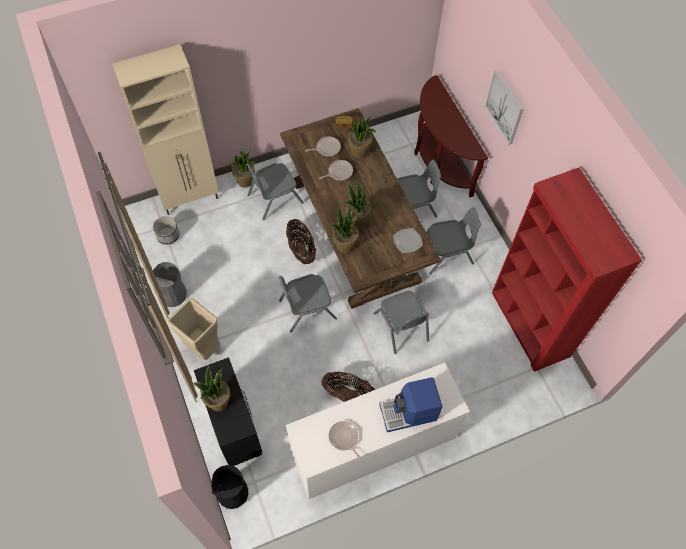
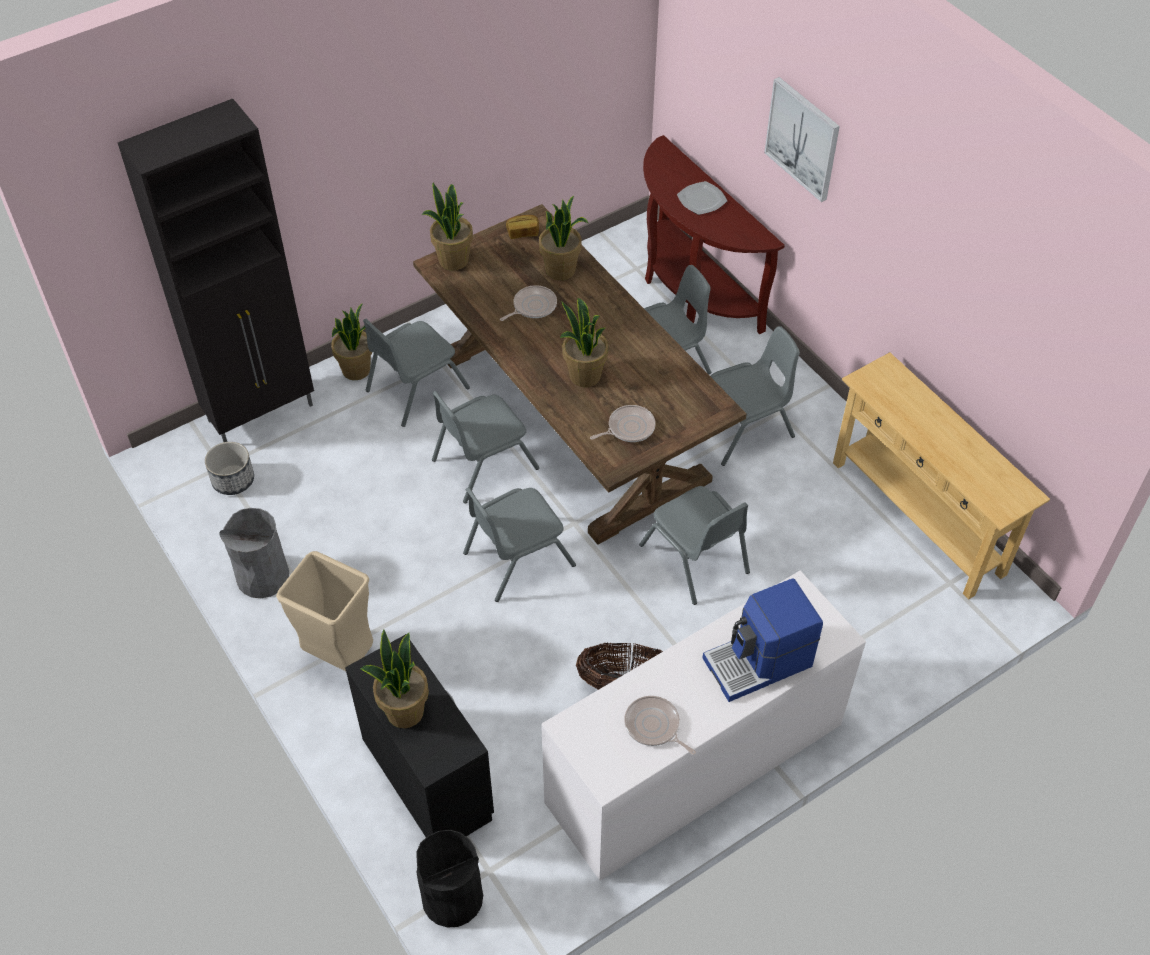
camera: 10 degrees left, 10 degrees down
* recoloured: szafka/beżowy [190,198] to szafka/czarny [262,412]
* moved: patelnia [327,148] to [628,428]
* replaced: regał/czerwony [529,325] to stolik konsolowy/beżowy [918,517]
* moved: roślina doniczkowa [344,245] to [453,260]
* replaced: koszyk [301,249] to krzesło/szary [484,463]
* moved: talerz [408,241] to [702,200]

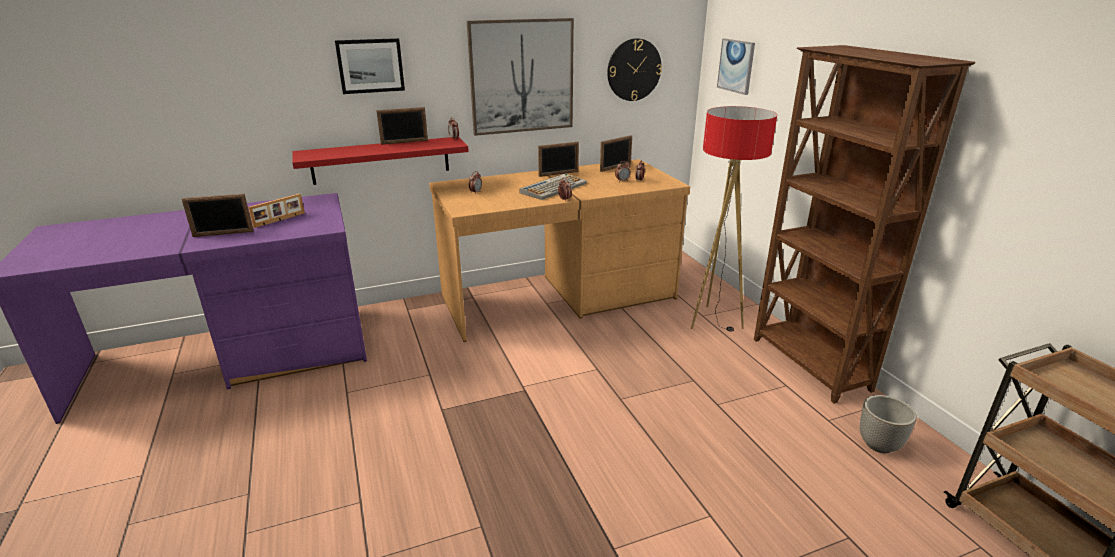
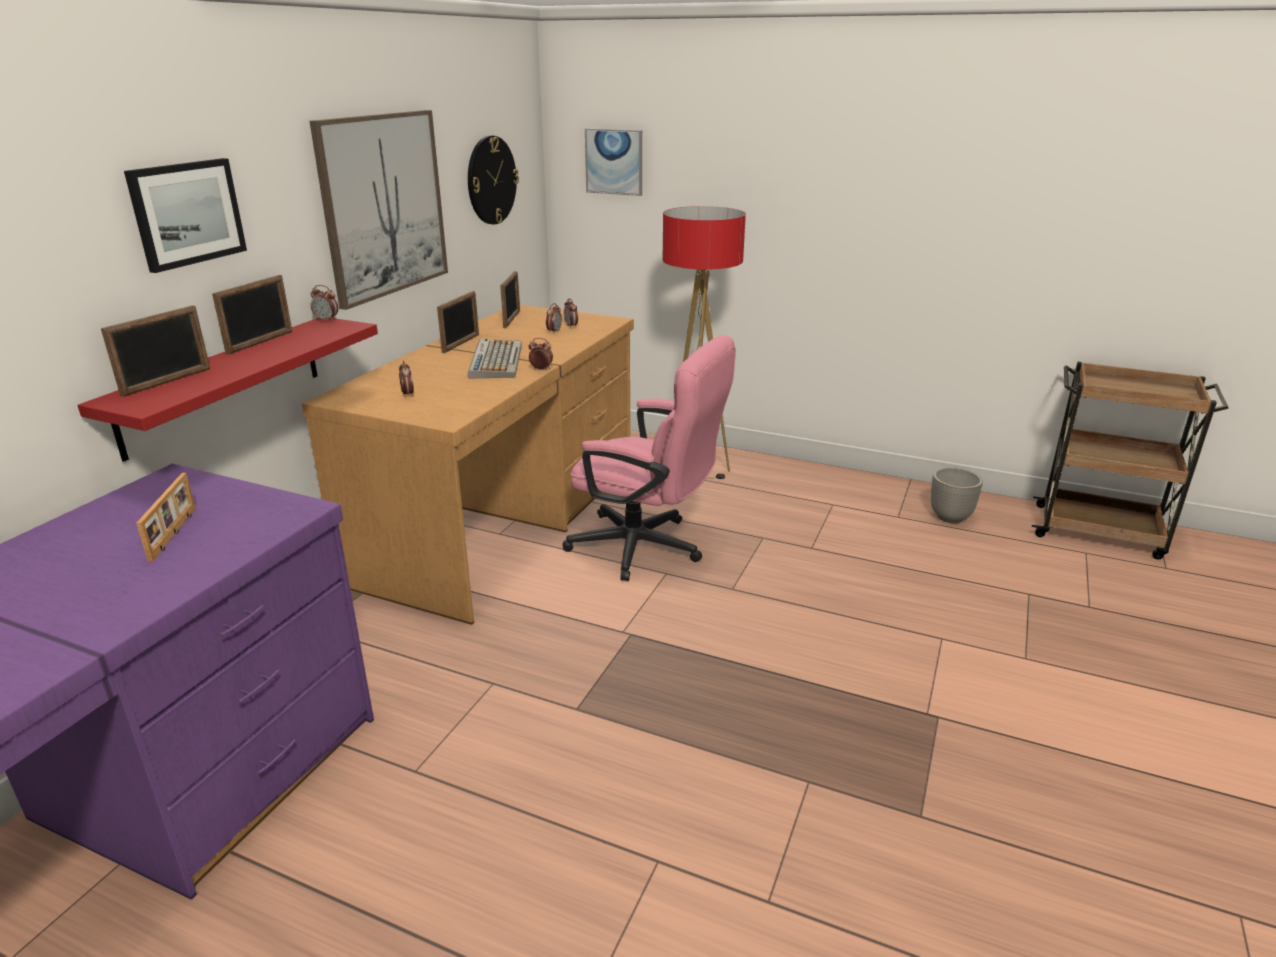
camera: 45 degrees left, 0 degrees up
* removed: regał/brązowy [809,365]
* moved: ramka na zdjęcie [223,234] to [167,382]
* added: krzesło biurowe/różowy [647,548]

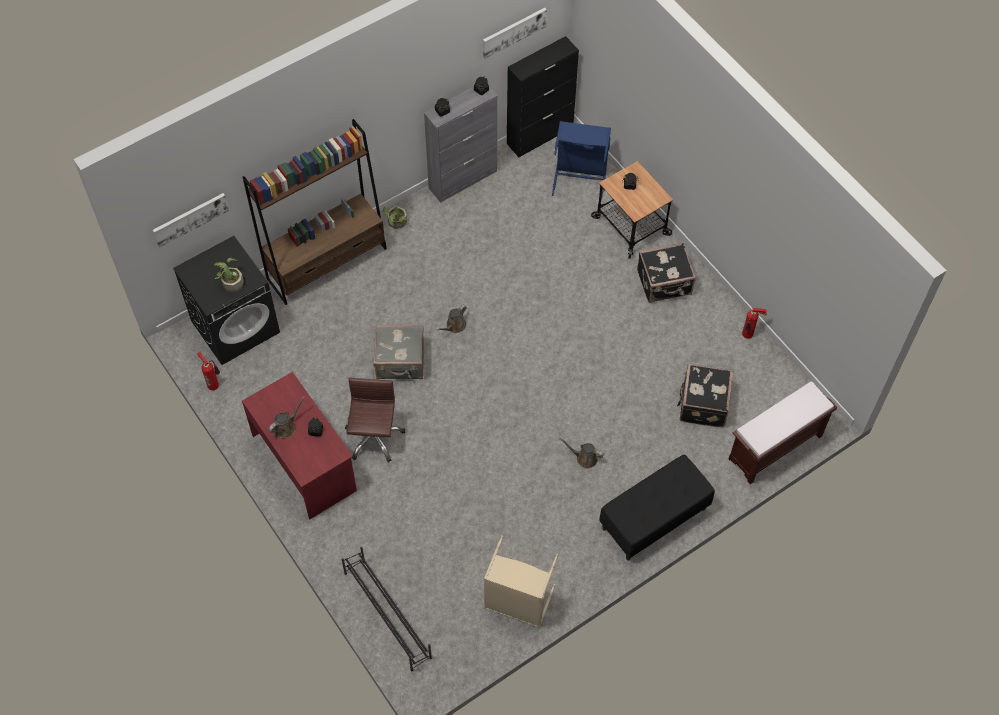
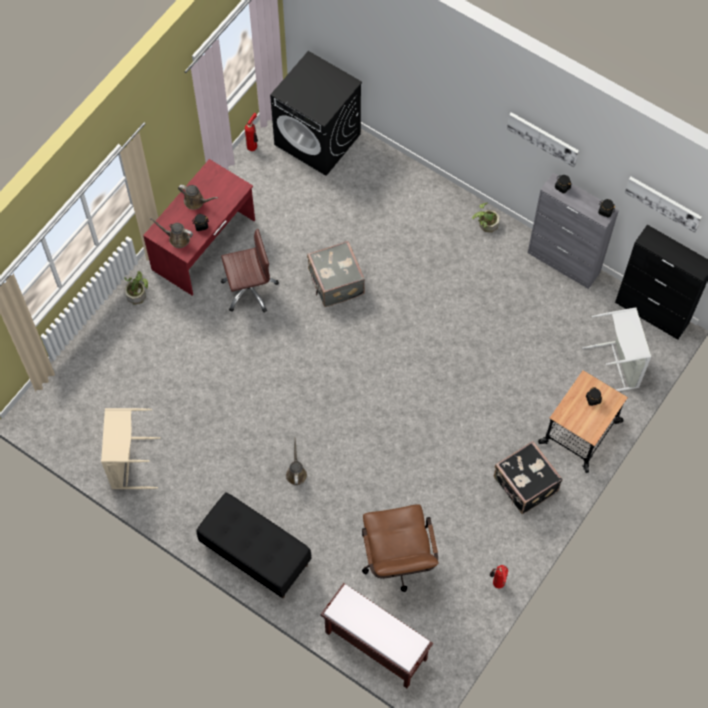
camera: 70 degrees right, 5 degrees up
* removed: regał/brązowy [327,263]
* recoloured: kosz na pranie/niebieski [580,178] to kosz na pranie/szary [617,366]
* moved: obraz [190,219] to [543,138]
* moved: roślina doniczkowa [231,281] to [137,293]
* moved: konewka/brązowy [454,326] to [177,238]
* replaced: walizka/czarny [702,404] to krzesło biurowe/brązowy [397,562]
* removed: regał na buty/czarny [387,614]

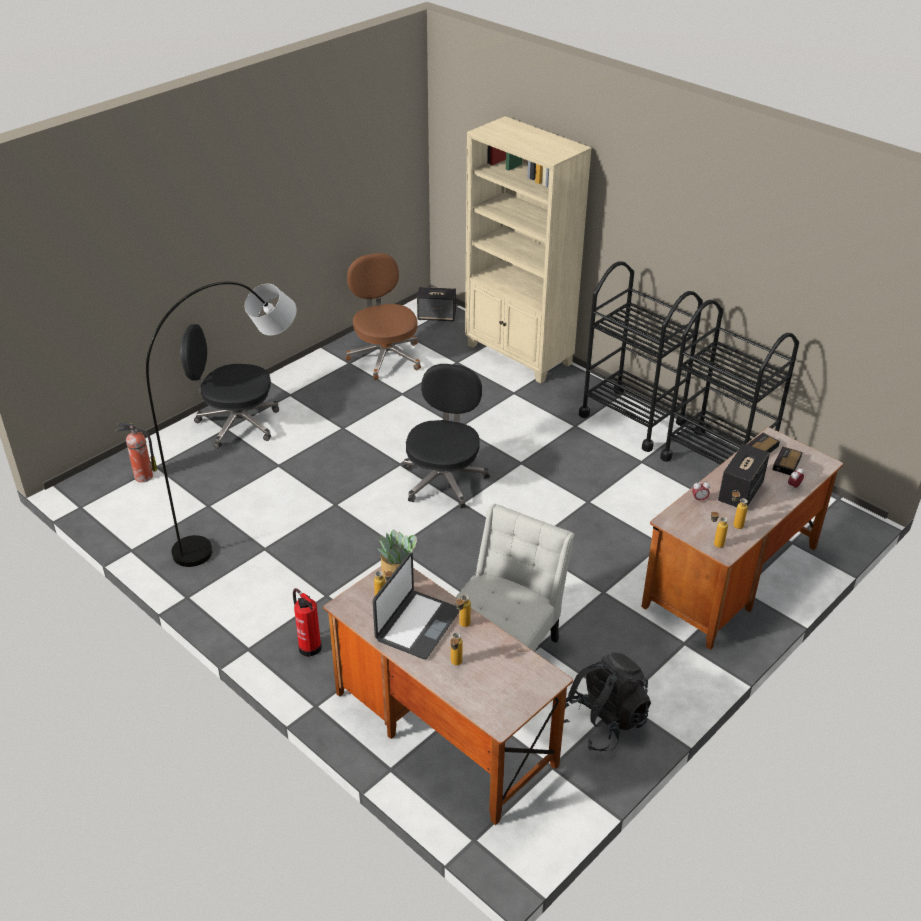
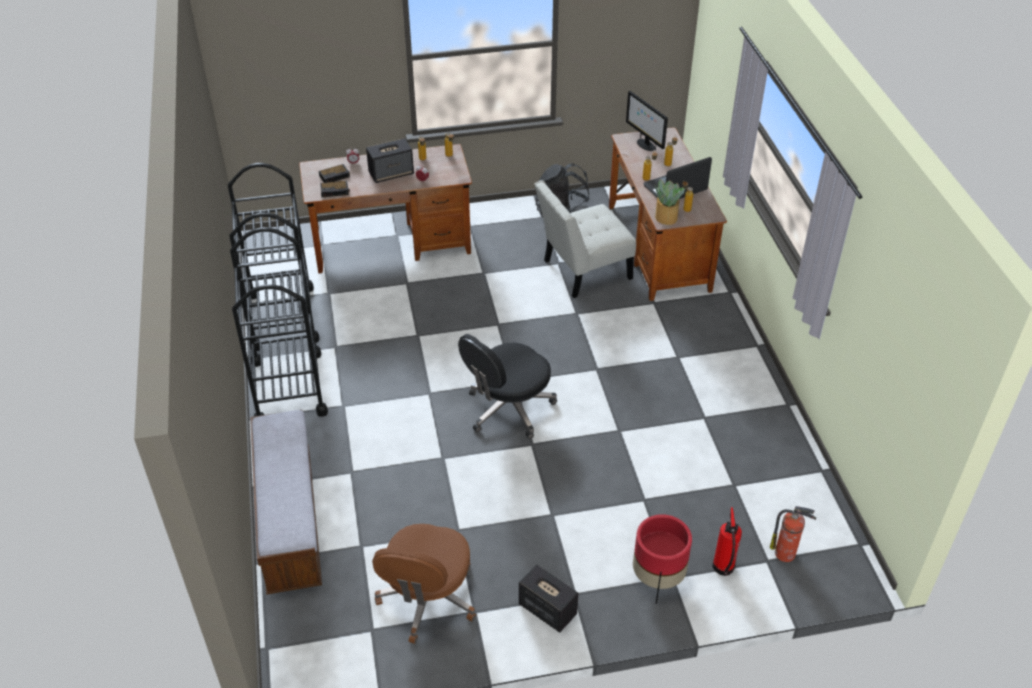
camera: 145 degrees left, 5 degrees up
* replaced: regał/beżowy [519,355] to ławka [290,520]
* removed: lampa stojąca/szary [248,515]
* moved: głośnik [437,316] to [547,609]
* replaced: krzesło biurowe/czarny [236,424] to donica/czerwony [657,579]
* moved: gaśnica [309,646] to [723,568]
* added: monitor [645,144]

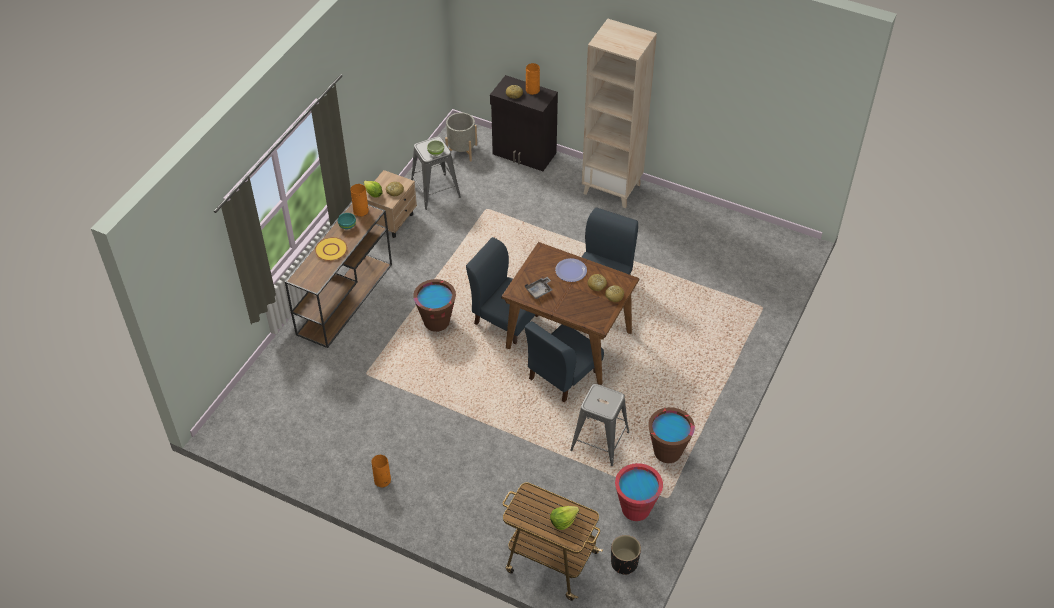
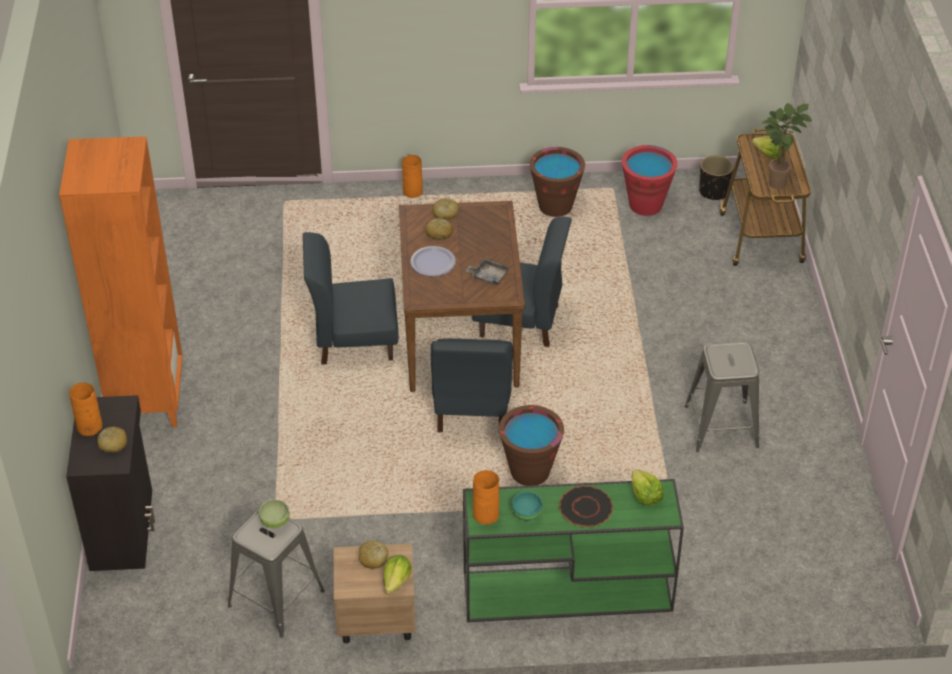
camera: 120 degrees left, 5 degrees down
* recoloured: regał/beżowy [612,189] to regał/pomarańczowy [147,401]
* removed: donica/szary [461,151]
* recoloured: stolik konsolowy/brązowy [345,298] to stolik konsolowy/zielony [565,592]
* recoloured: talerz/żółty [331,250] to talerz/czarny [586,507]
* moved: stołek/szary [600,441] to [721,426]
* moved: wazon/pomarańczowy [382,481] to [413,192]
* added: roślina doniczkowa [776,181]
* added: sałata [645,496]

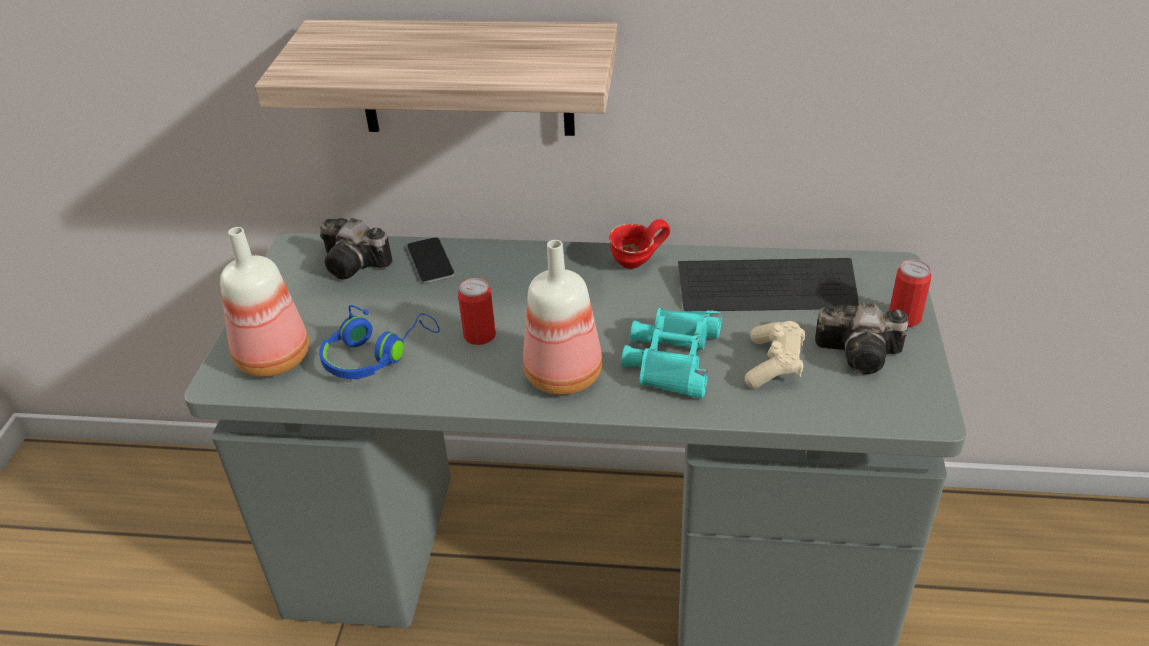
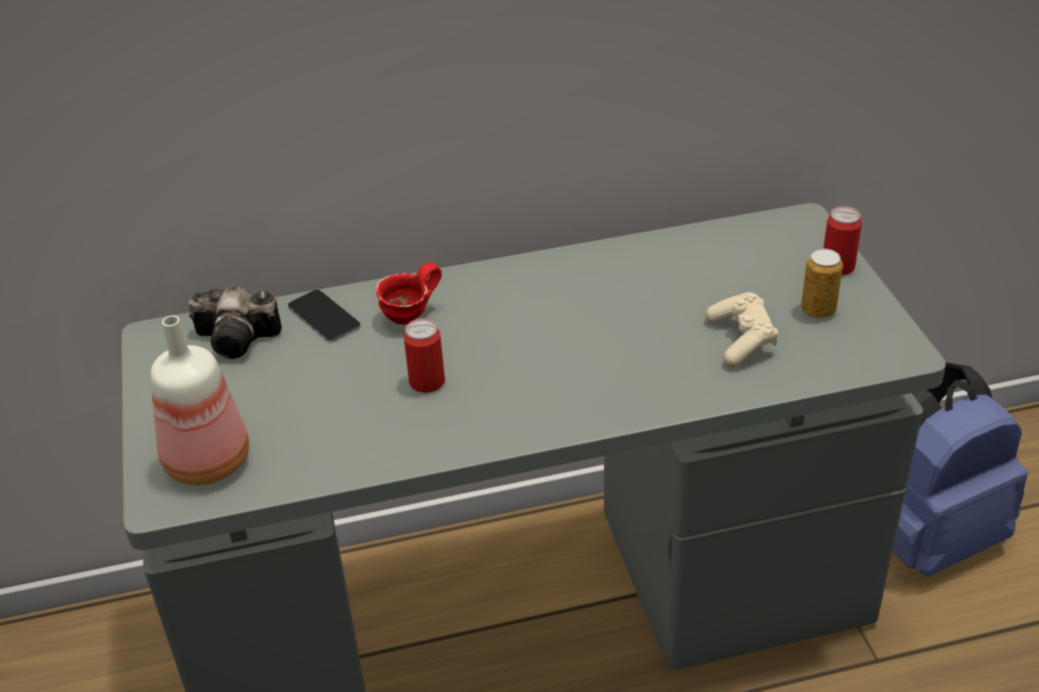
camera: 20 degrees left, 0 degrees up
* removed: półka [465,78]
* moved: kubek/czerwony [637,265] to [411,318]
* removed: butelka [565,374]
* removed: klawiatura [766,288]
* replaced: aparat fotograficzny [863,354] to puszka [818,310]
* removed: słuchawki/niebieski [376,355]
* removed: lornetka/turkusowy [671,358]
* added: plecak/niebieski [930,536]

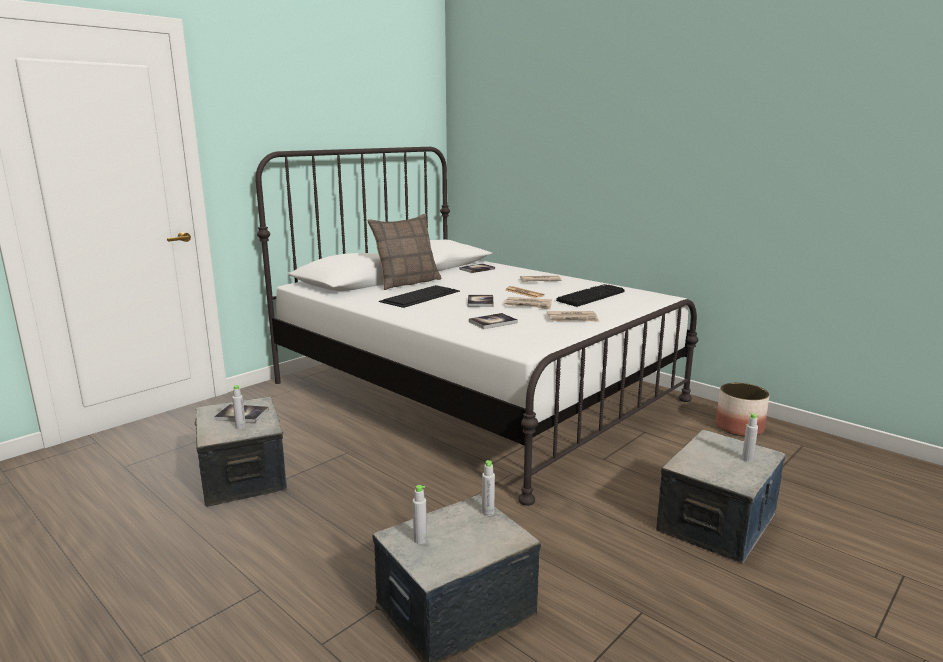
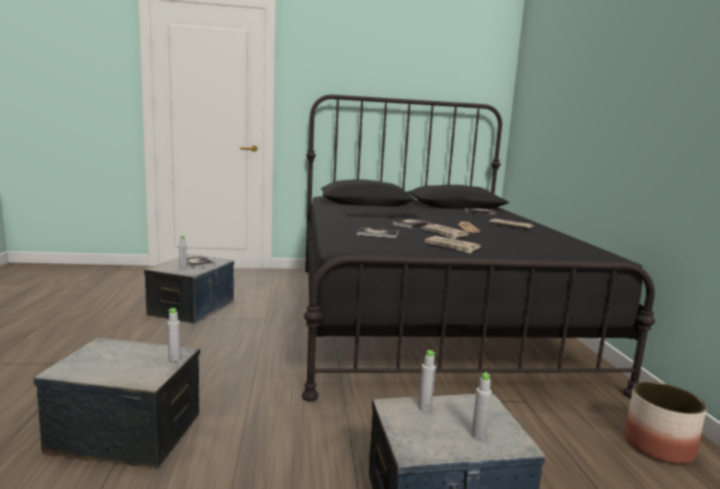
camera: 40 degrees right, 5 degrees down
* recoloured: łóżko/biały [474,391] to łóżko/czarny [425,317]
* removed: poduszka [407,282]
* removed: klawiatura [590,296]
* moved: butelka/szary [420,540] to [425,408]

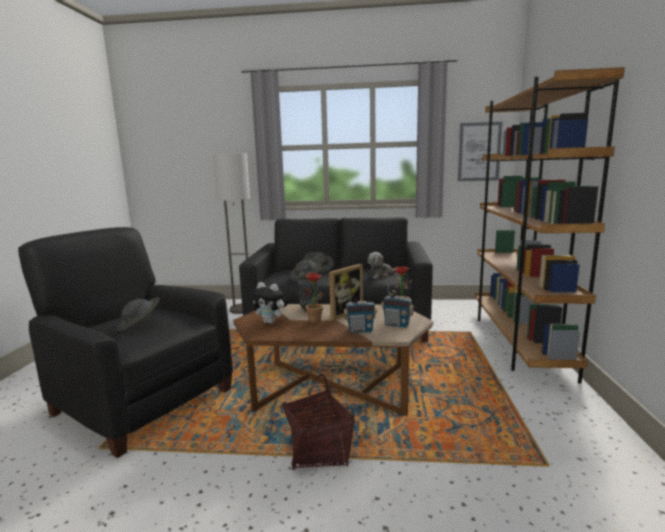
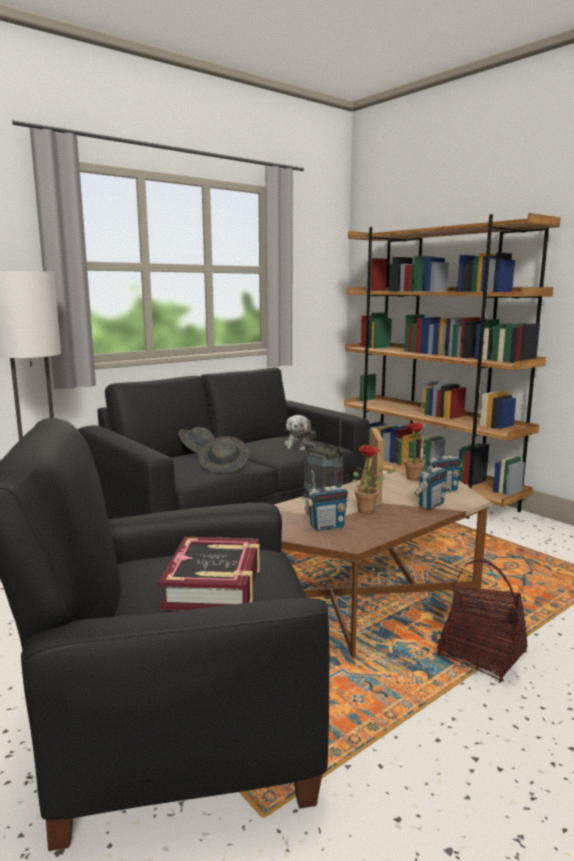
camera: 45 degrees left, 0 degrees up
* removed: obraz [479,152]
* replaced: pluszak [271,322] to radio [326,526]
* replaced: kapelusz/szary [140,325] to książka [214,584]

